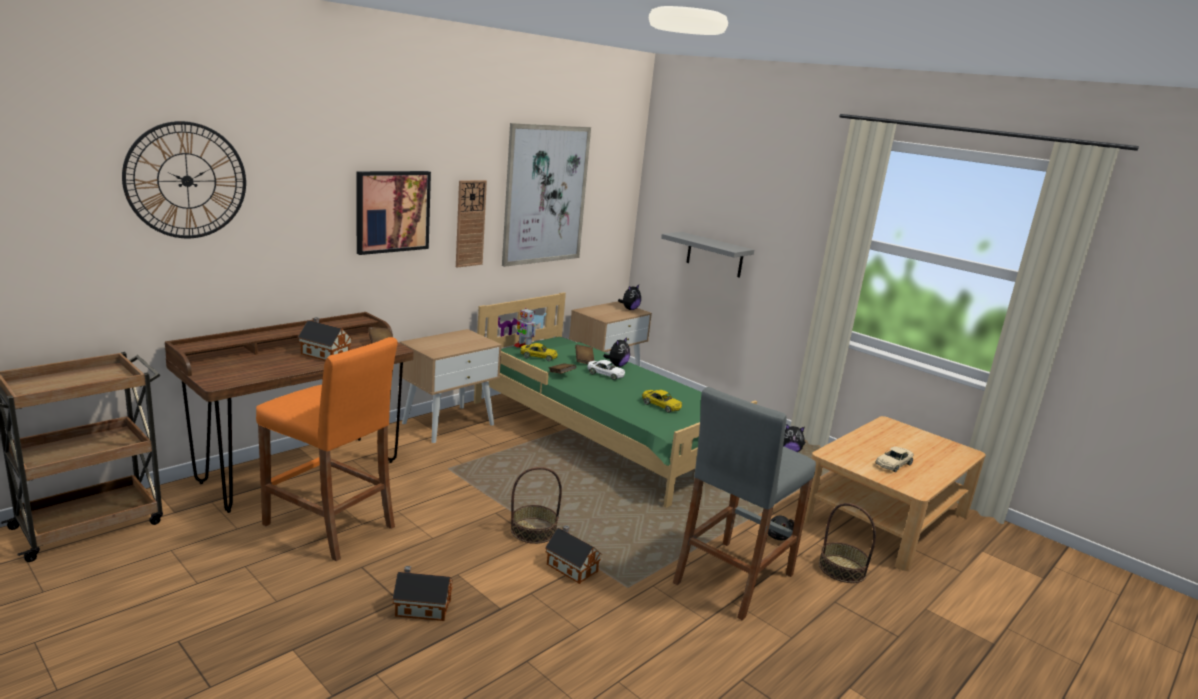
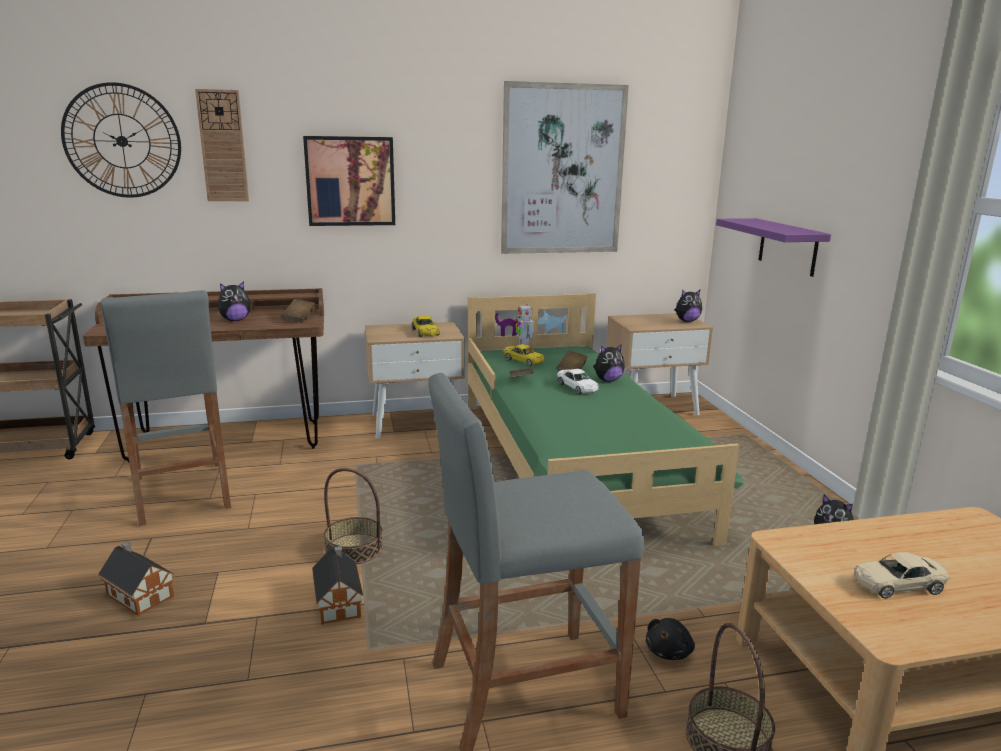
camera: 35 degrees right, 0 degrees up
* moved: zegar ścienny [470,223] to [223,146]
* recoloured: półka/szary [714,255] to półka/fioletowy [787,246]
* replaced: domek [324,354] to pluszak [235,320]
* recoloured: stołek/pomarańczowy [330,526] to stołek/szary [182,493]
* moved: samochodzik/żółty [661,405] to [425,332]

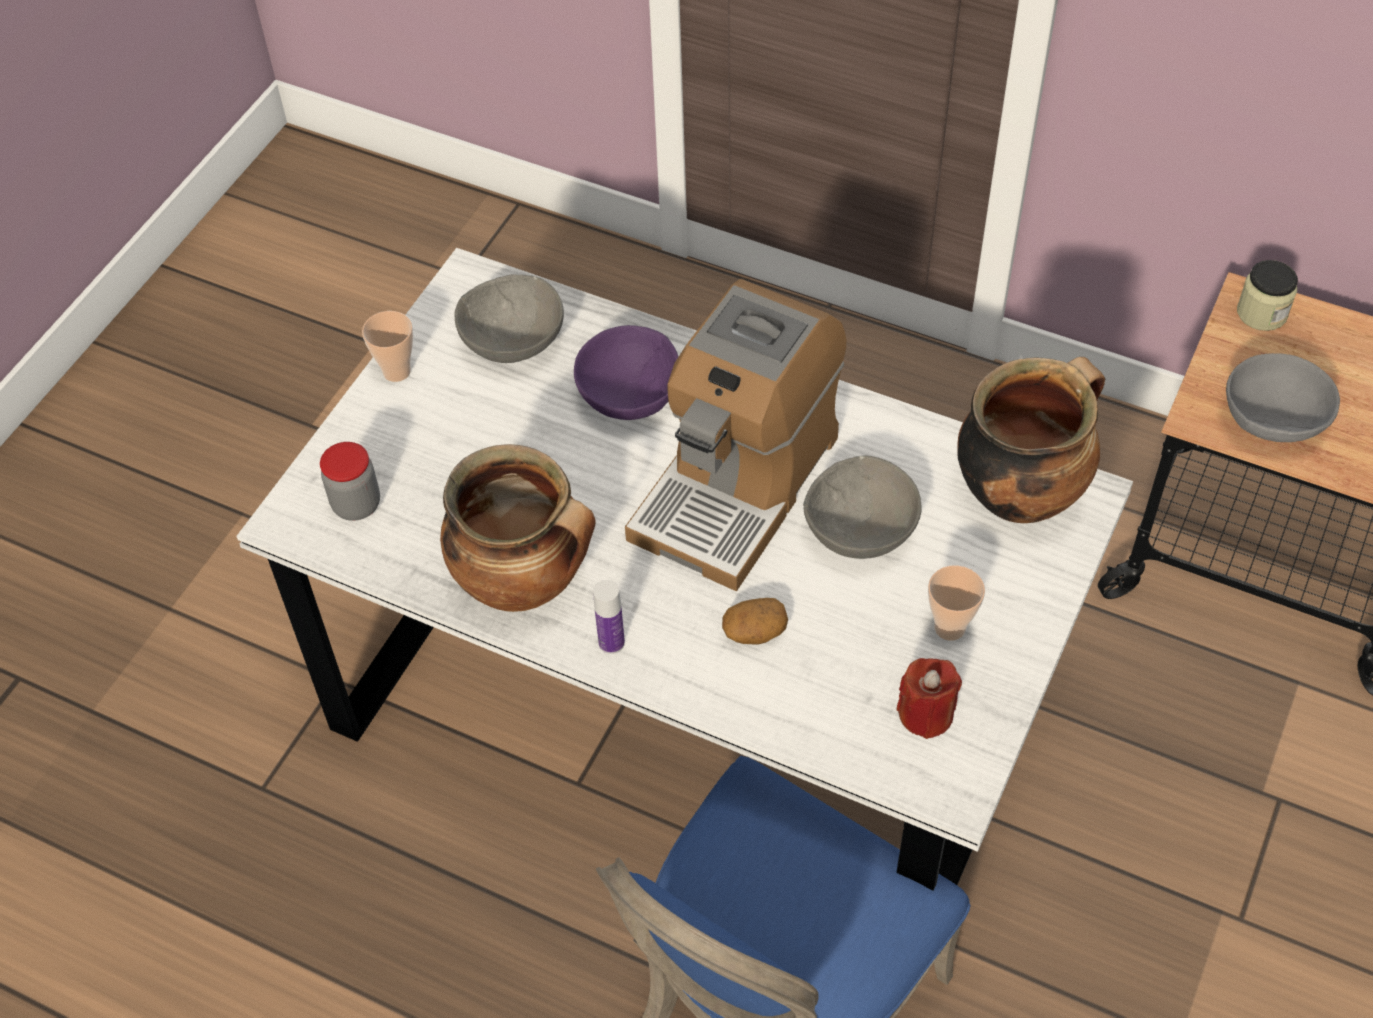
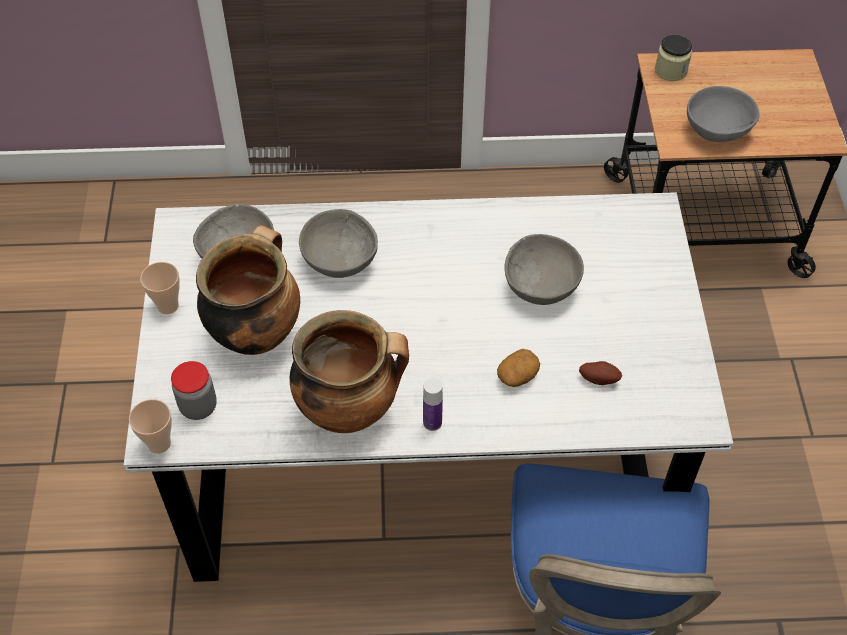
camera: 30 degrees left, 0 degrees up
* removed: ekspres do kawy [737,484]
* recoloured: miska/fioletowy [629,396] to miska/szary [339,260]
* moved: garnek [1020,493] to [255,332]
* moved: filiżanka [949,627] to [159,443]
* removed: świeca/czerwony [926,714]
* added: ziemniak [599,378]

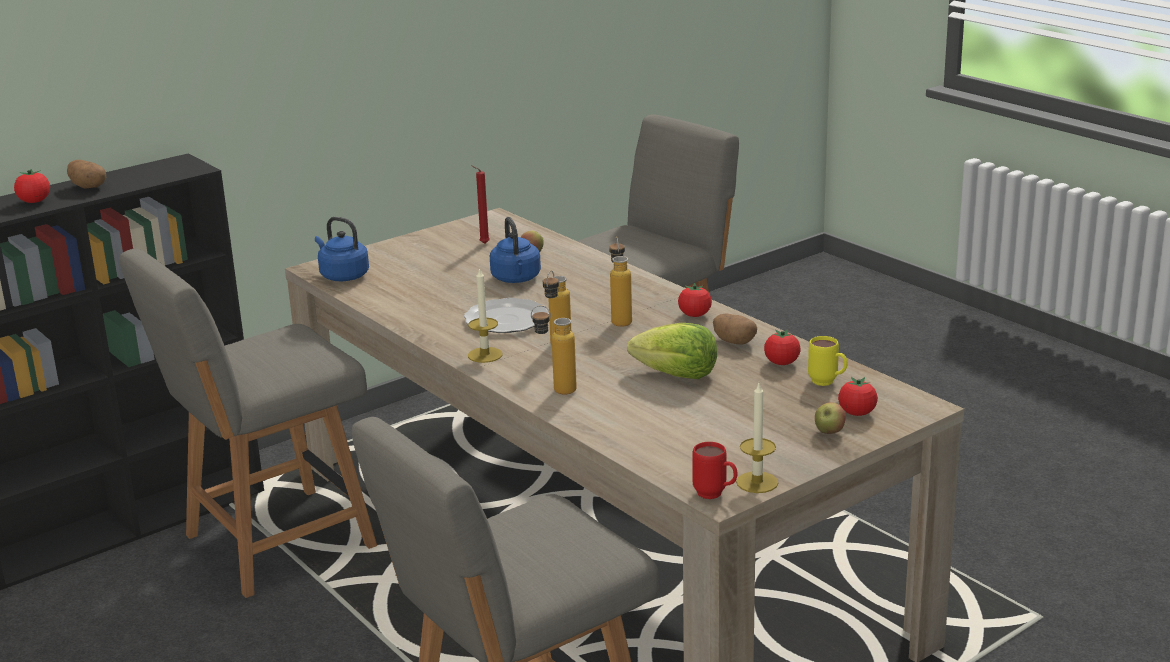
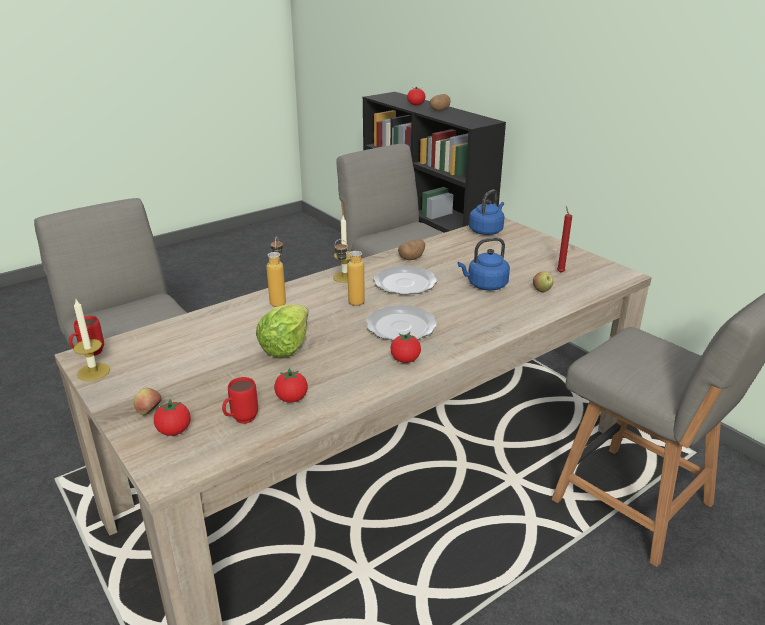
camera: 90 degrees right, 5 degrees up
* replaced: butelka [620,319] to talerz [400,326]
* moved: ziemniak [734,342] to [412,258]
* recoloured: kubek/żółty [827,383] to kubek/czerwony [240,420]

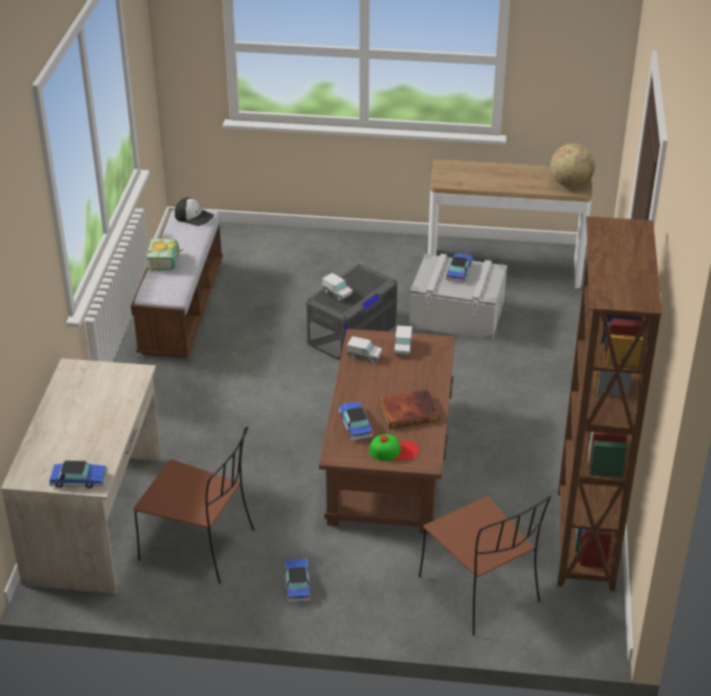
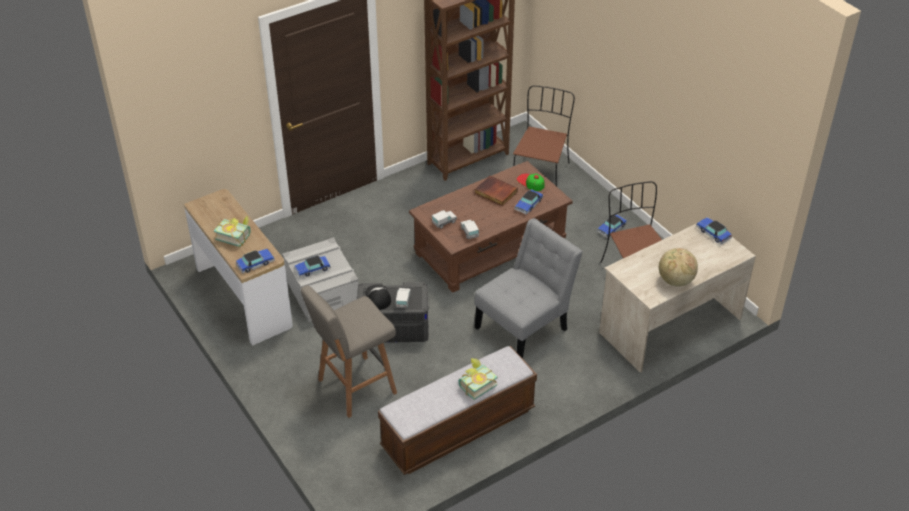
camera: 130 degrees left, 5 degrees up
* moved: globus [570,184] to [675,281]
* moved: czapka z daszkiem [194,216] to [377,297]
* added: książka [235,235]
* added: krzesło/szary [525,326]
* added: samochodzik [255,263]
* added: stołek/szary [354,387]

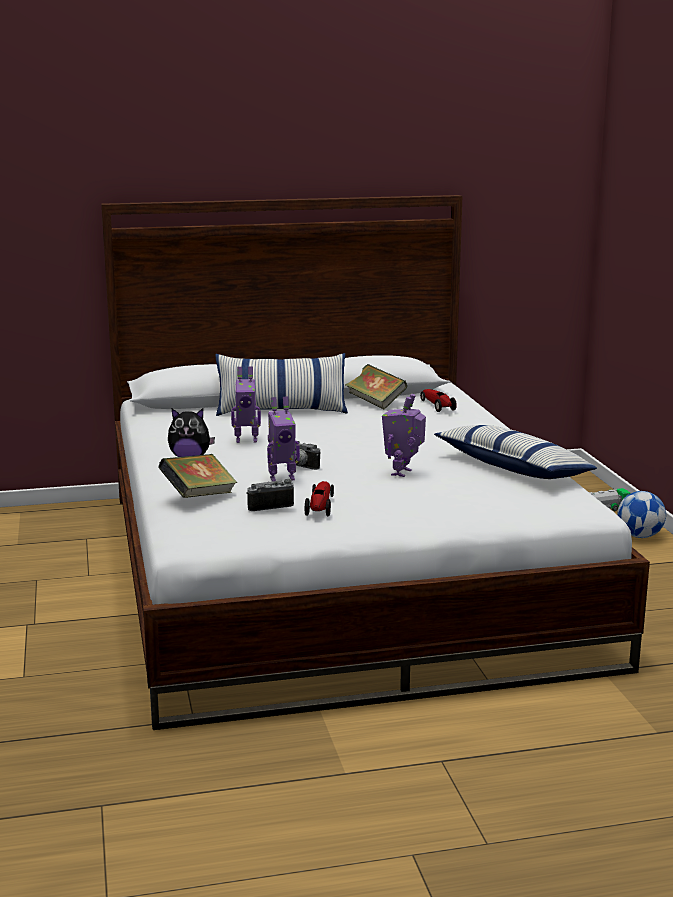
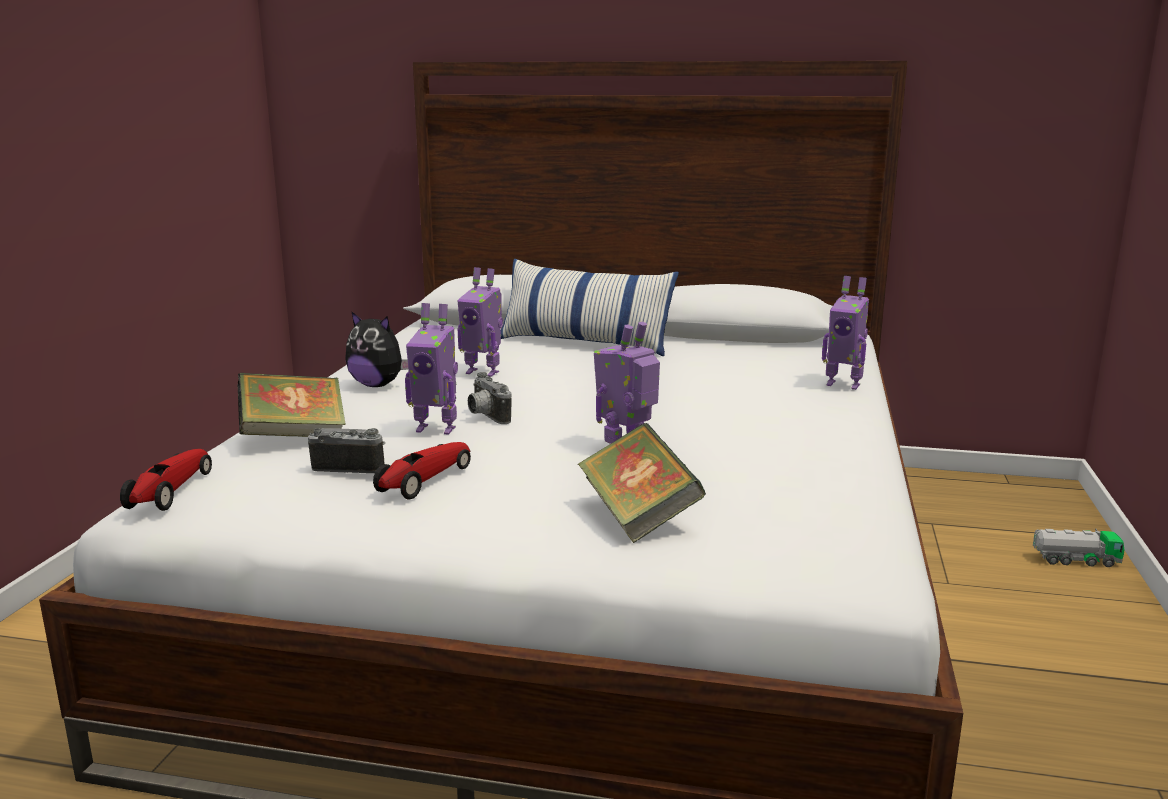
camera: 25 degrees right, 0 degrees up
* moved: książka [375,403] to [638,516]
* moved: samochodzik [437,406] to [170,491]
* removed: poduszka [513,468]
* removed: piłka futbolowa [640,536]
* added: robot zabawkowy [843,384]

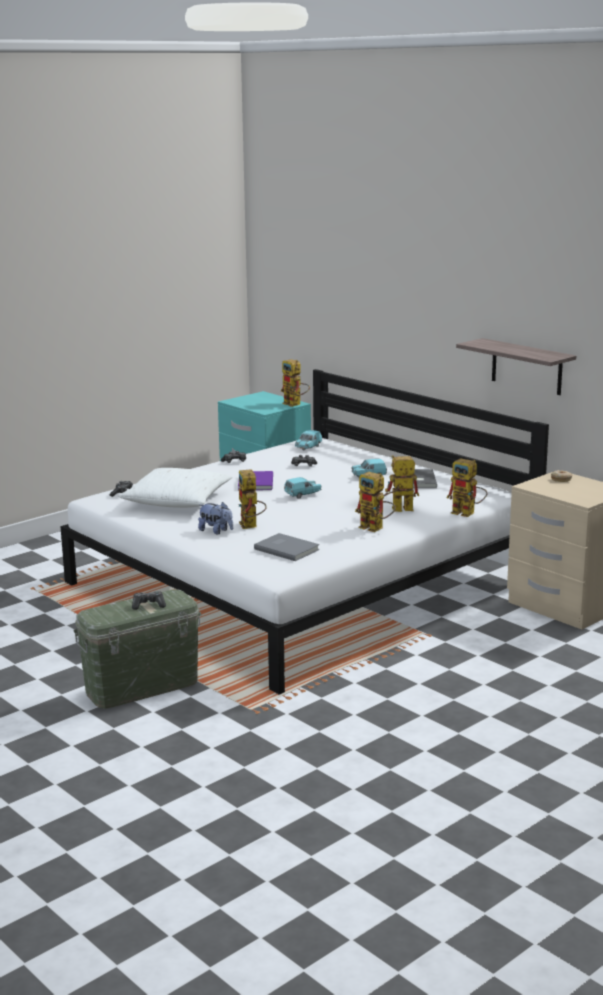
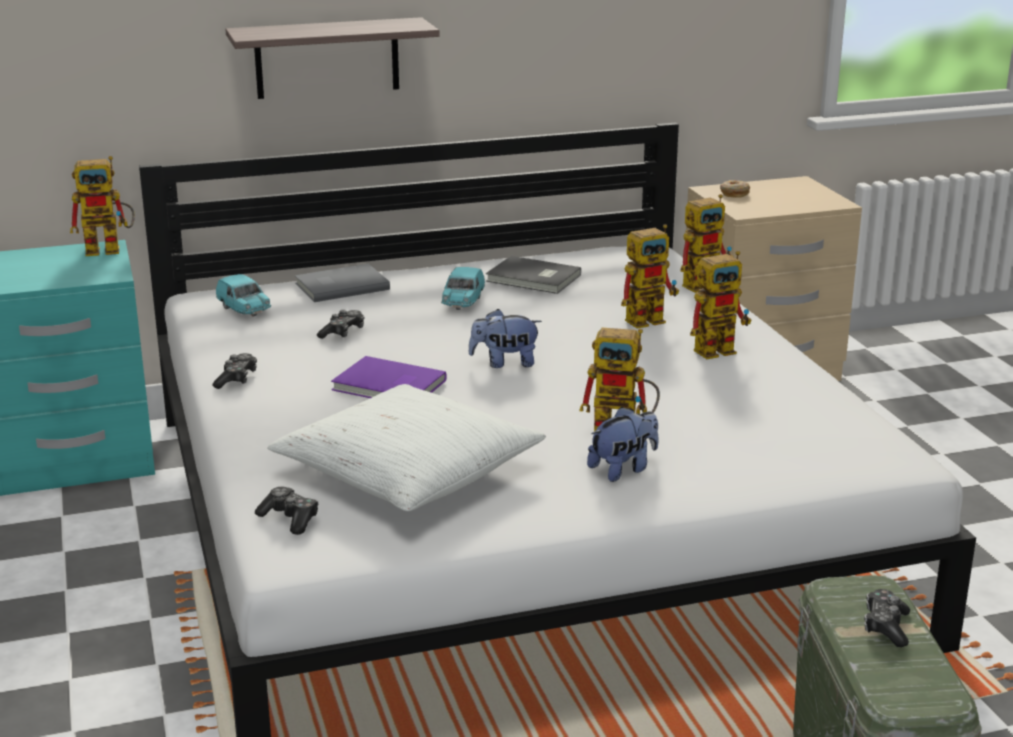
camera: 65 degrees left, 5 degrees up
* moved: półka [526,367] to [327,58]
* turned: robot zabawkowy [397,510] = [650,318] 135 degrees counterclockwise
* replaced: samochodzik/turkusowy [303,495] to pluszak [505,363]
* moved: książka/szary [287,549] to [340,286]

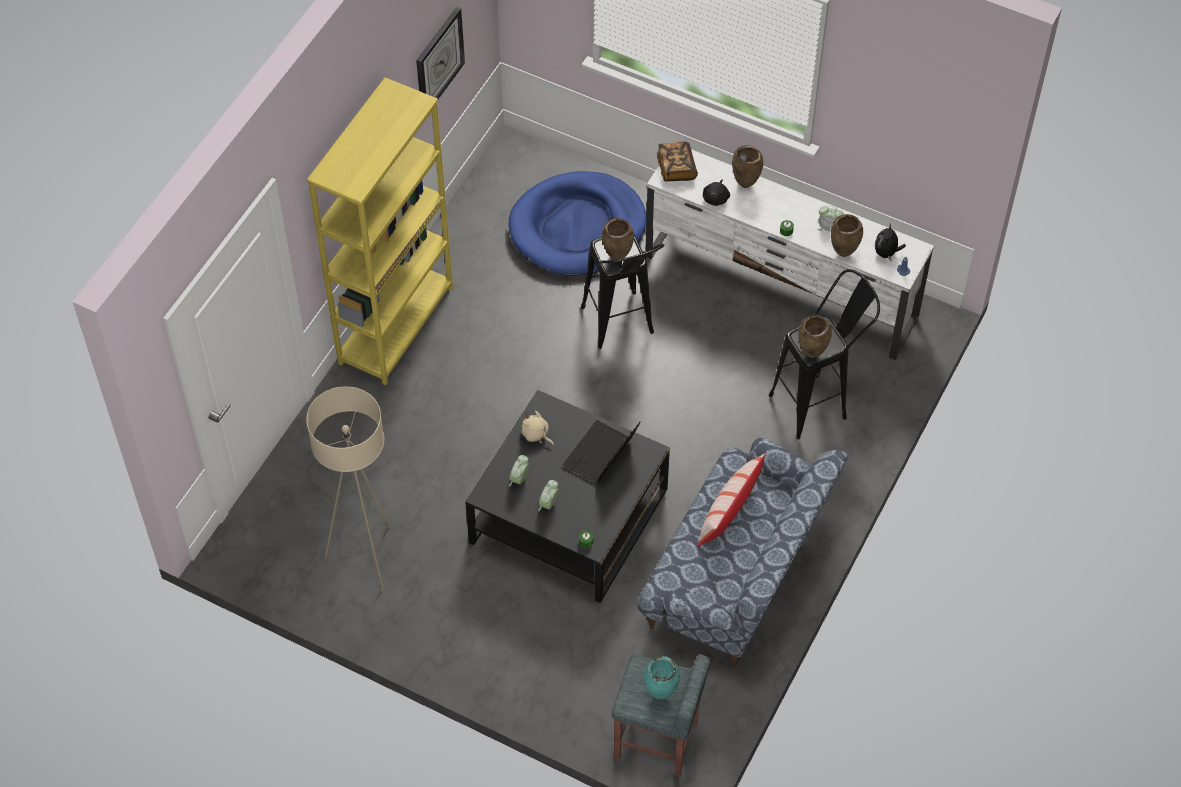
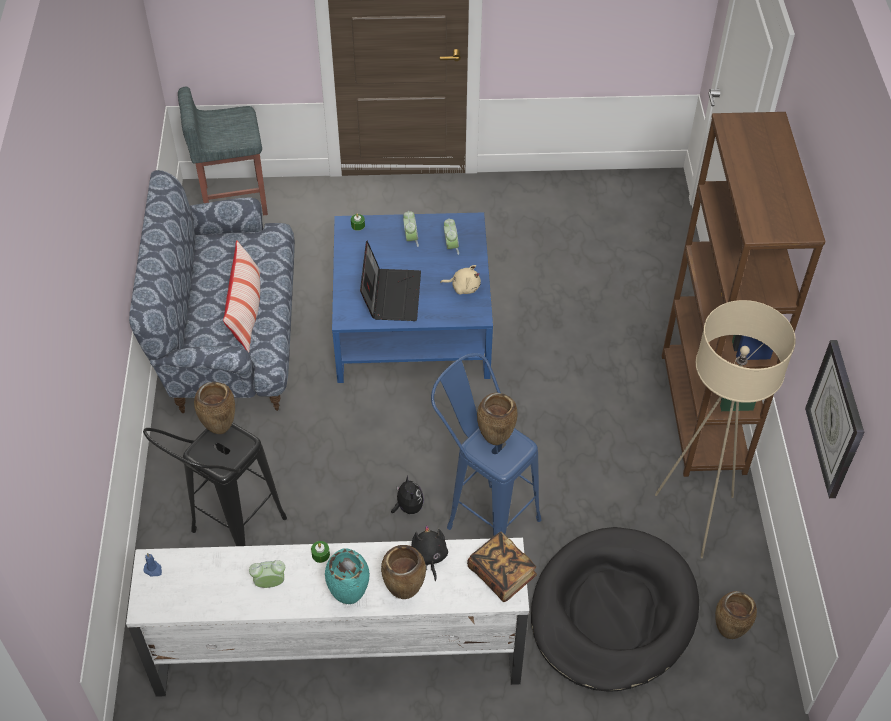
camera: 150 degrees right, 5 degrees down
* recoloured: regał/żółty [396,325] to regał/brązowy [703,413]
* recoloured: legowisko/niebieski [578,228] to legowisko/czarny [613,612]
* moved: wazon/brązowy [843,254] to [728,632]
* moved: pluszak [886,253] to [408,507]
* recoloured: stołek/czarny [621,329] to stołek/niebieski [483,516]
* moved: lampa stojąca/beżowy [367,557] to [696,517]
* recoloured: ława/czarny [569,515] to ława/niebieski [412,322]
* moved: wazon/turkusowy [660,693] to [350,598]

